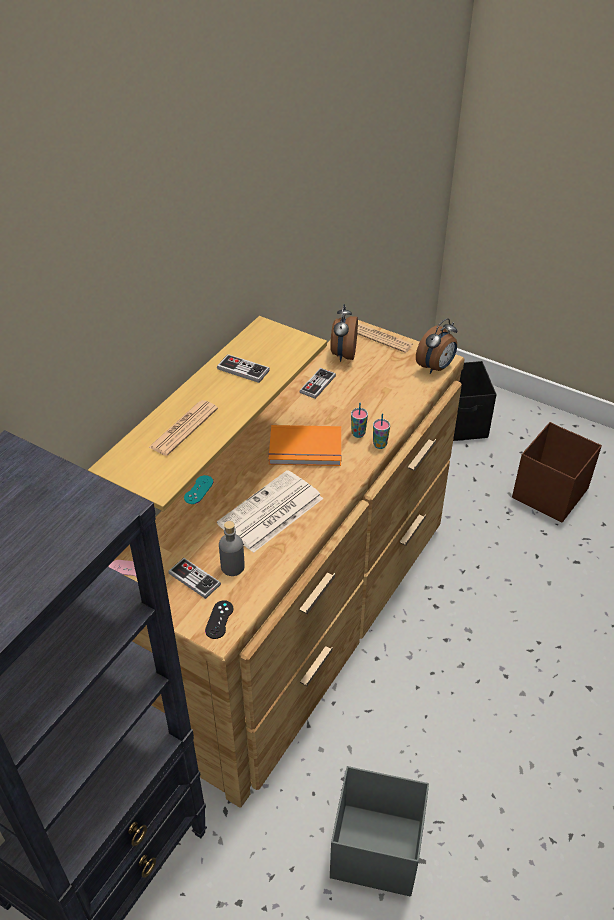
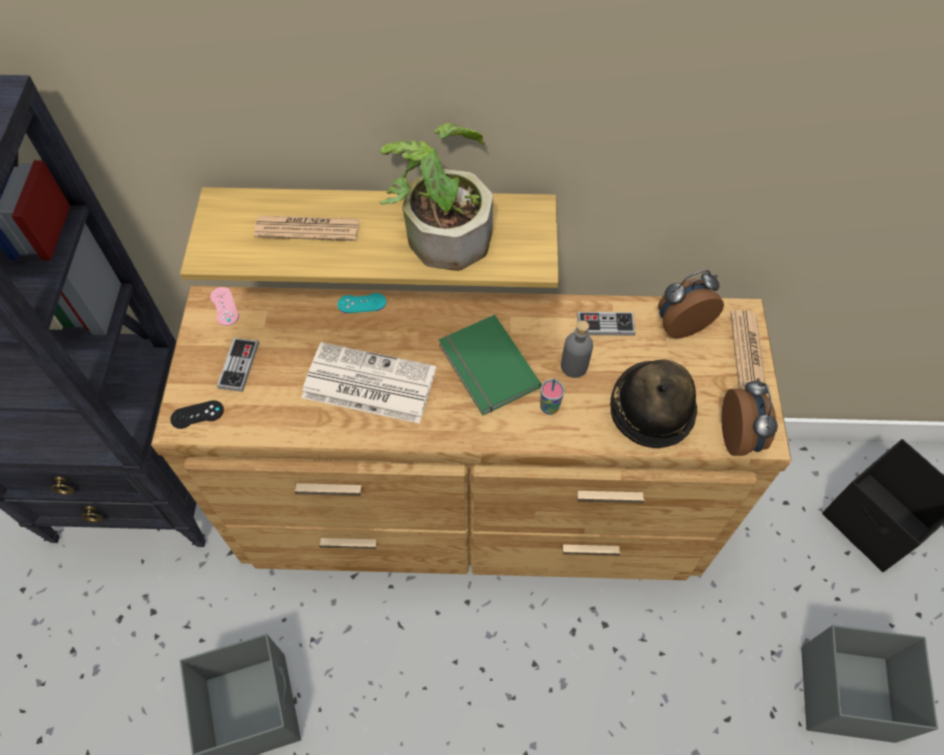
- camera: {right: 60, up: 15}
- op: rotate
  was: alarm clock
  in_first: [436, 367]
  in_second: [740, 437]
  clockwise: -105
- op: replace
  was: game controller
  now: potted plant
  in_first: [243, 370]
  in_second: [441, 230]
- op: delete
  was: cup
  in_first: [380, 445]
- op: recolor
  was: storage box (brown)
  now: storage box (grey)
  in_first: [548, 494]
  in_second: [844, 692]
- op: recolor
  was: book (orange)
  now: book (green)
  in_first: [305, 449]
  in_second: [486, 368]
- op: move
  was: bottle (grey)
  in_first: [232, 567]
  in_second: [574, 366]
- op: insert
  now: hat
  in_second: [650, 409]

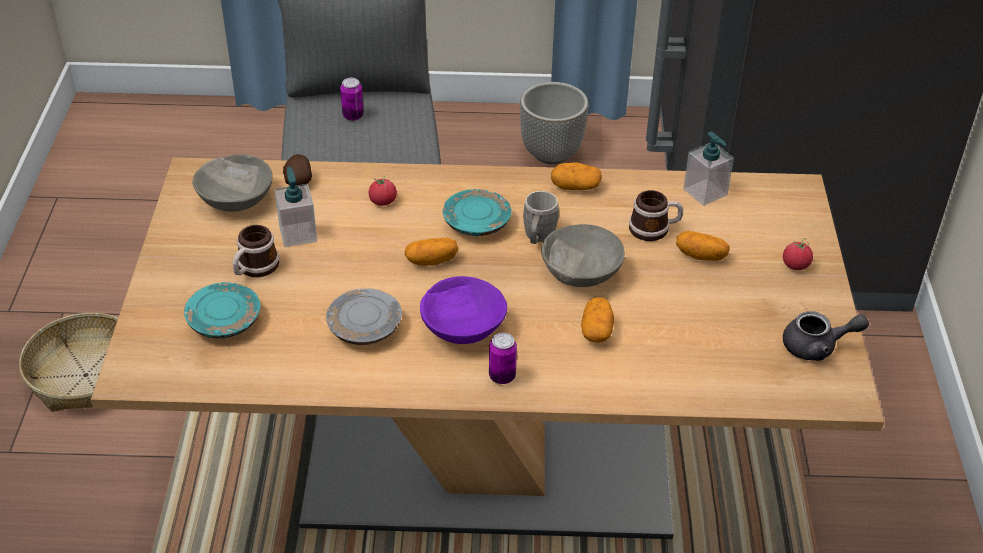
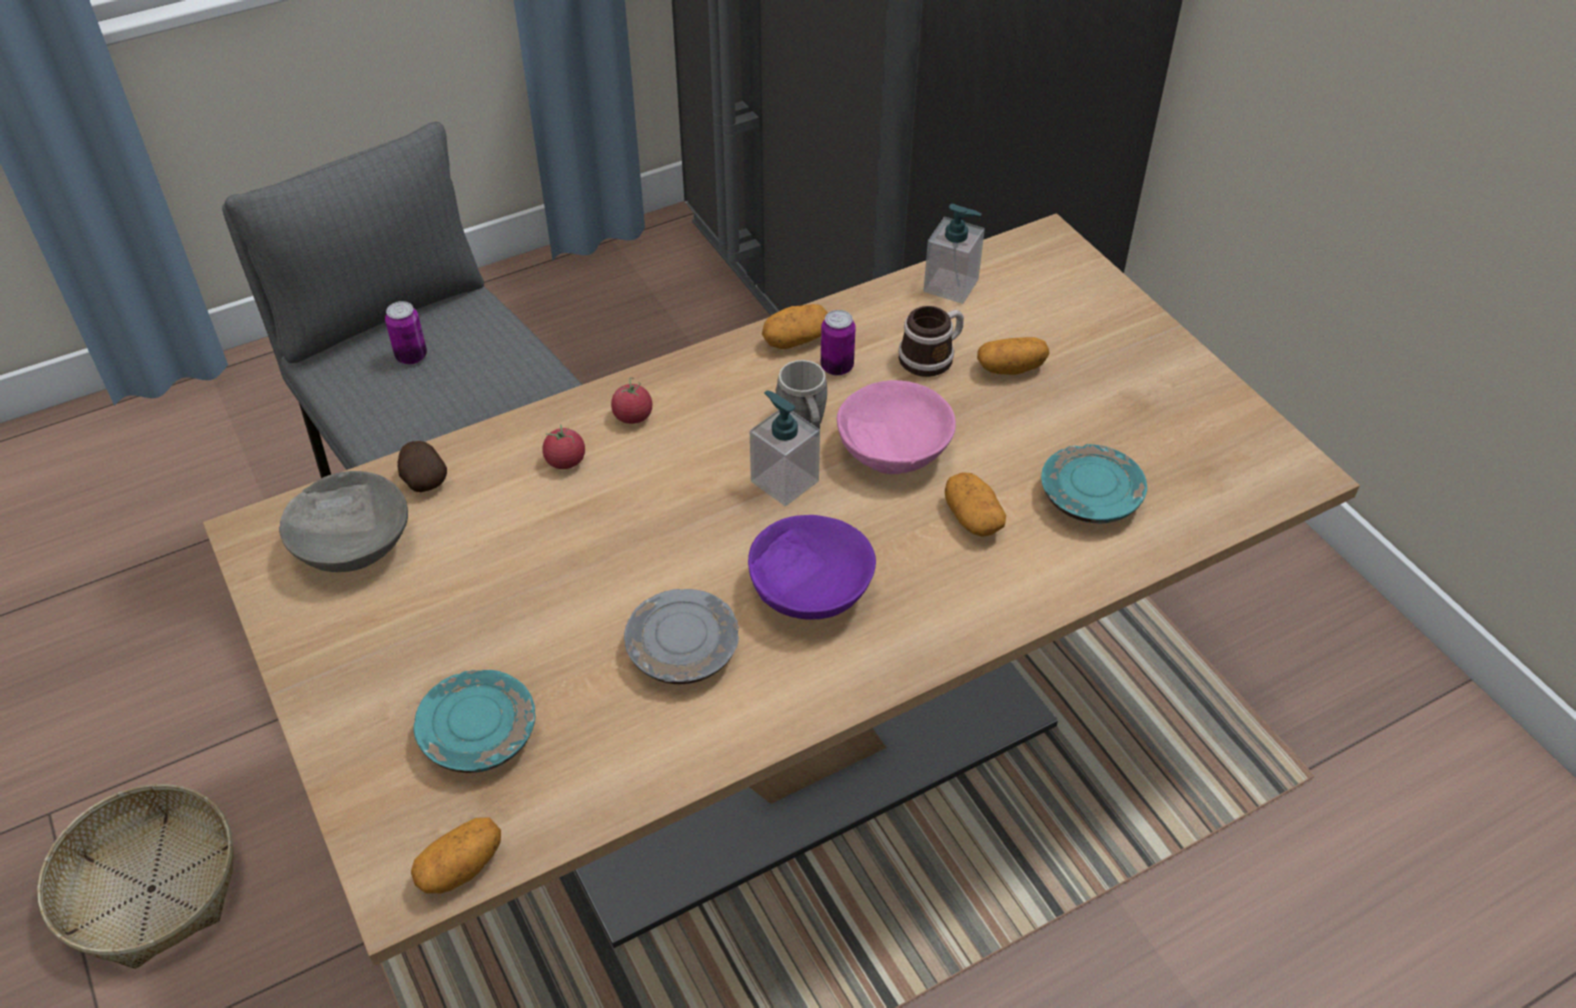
- camera: {right: -30, up: 5}
- op: delete
  was: planter
  in_first: [552, 153]
- op: move
  was: soap dispenser
  in_first: [298, 234]
  in_second: [784, 481]
- op: move
  was: plate (turquoise)
  in_first: [476, 222]
  in_second: [1089, 497]
- op: recolor
  was: bowl (grey)
  now: bowl (pink)
  in_first: [582, 273]
  in_second: [895, 451]
- op: delete
  was: mug
  in_first: [254, 268]
- op: move
  was: potato
  in_first: [431, 261]
  in_second: [461, 867]
- op: move
  was: tomato
  in_first: [795, 265]
  in_second: [633, 416]
- op: delete
  was: teapot (grey)
  in_first: [817, 347]
- op: move
  was: can
  in_first: [502, 376]
  in_second: [837, 367]

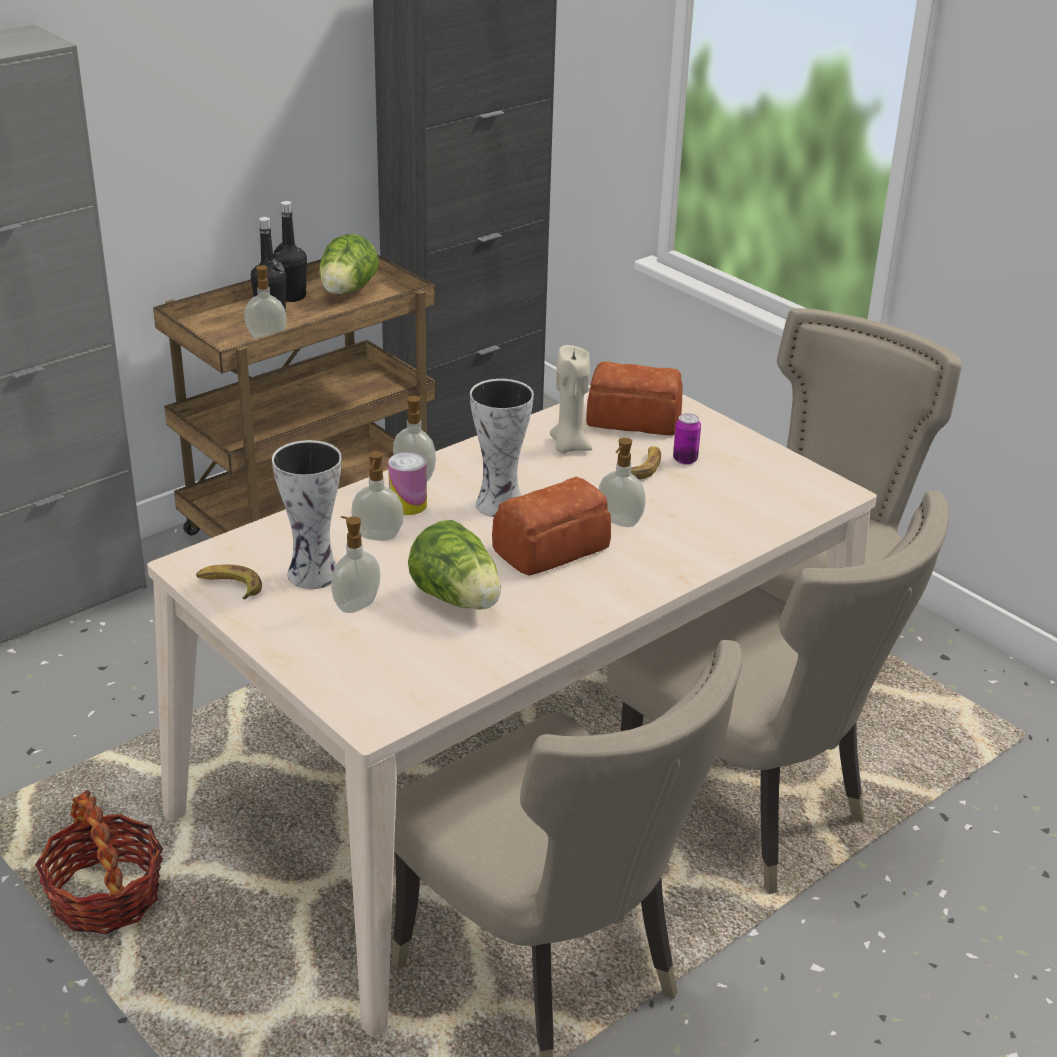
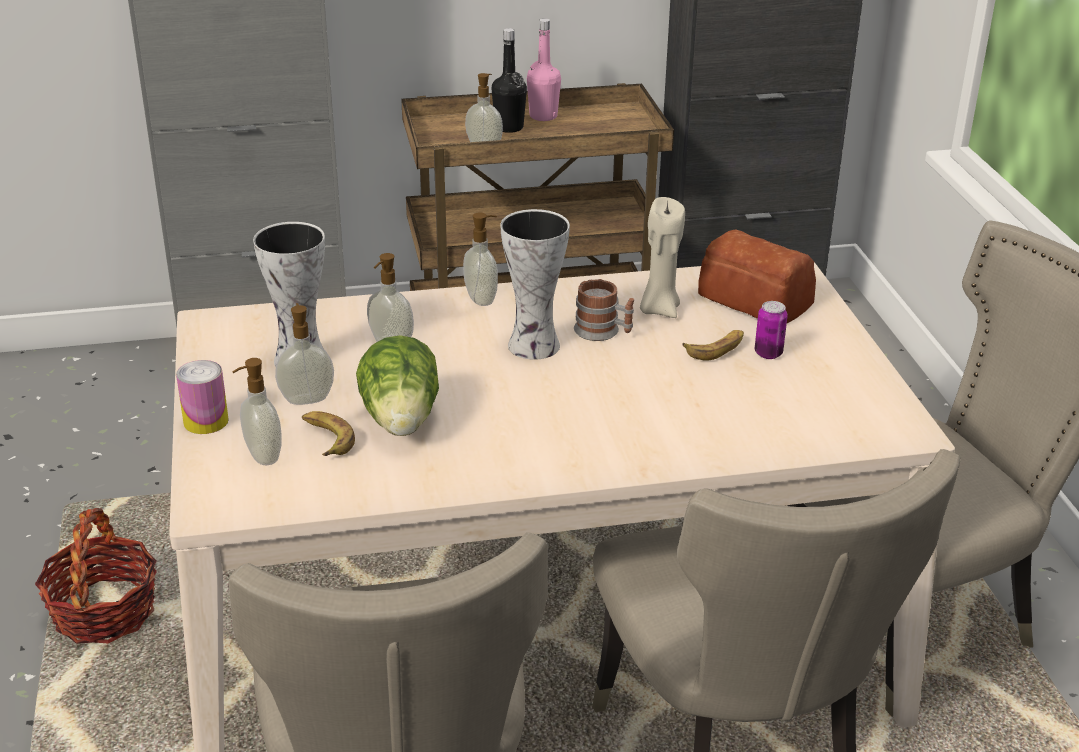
- camera: {right: 30, up: 0}
- op: recolor
  was: bottle (black)
  now: bottle (pink)
  in_first: [291, 296]
  in_second: [543, 116]
- op: delete
  was: lettuce
  in_first: [347, 292]
- op: move
  was: soap dispenser
  in_first: [619, 522]
  in_second: [262, 456]
- op: move
  was: can
  in_first: [408, 505]
  in_second: [206, 421]
- op: delete
  was: bread
  in_first: [554, 547]
- op: move
  was: banana
  in_first: [229, 586]
  in_second: [326, 438]
- op: insert
  now: mug
  in_second: [603, 332]

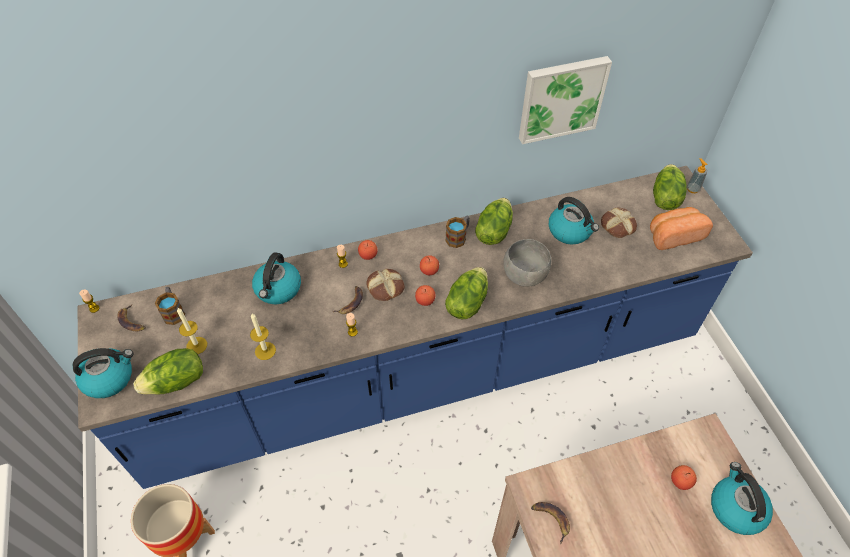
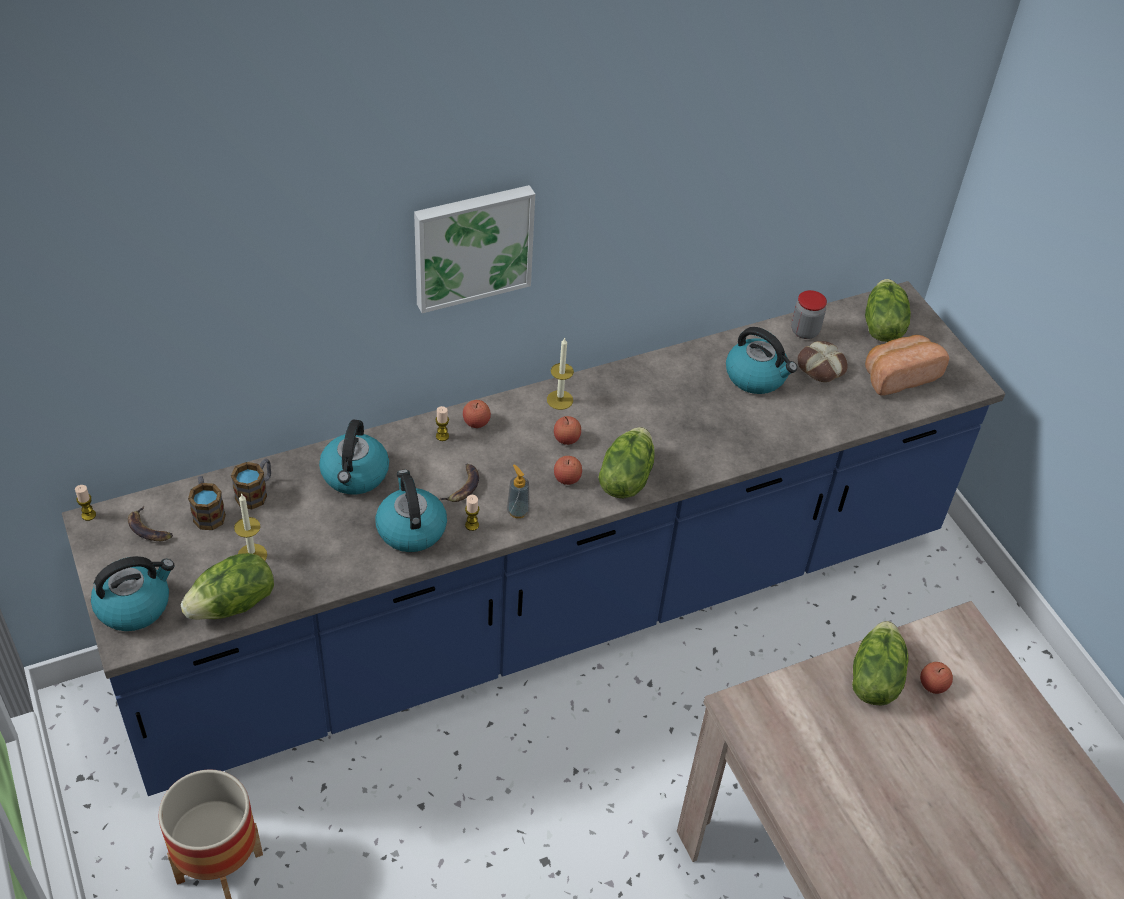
- camera: {right: -10, up: -5}
- op: move
  was: picture
  in_first: [561, 98]
  in_second: [472, 245]
- op: move
  was: soap dispenser
  in_first: [692, 189]
  in_second: [518, 511]
- op: move
  was: lettuce
  in_first: [493, 231]
  in_second: [873, 678]
- op: move
  was: mug
  in_first: [458, 237]
  in_second: [256, 492]
- op: delete
  was: bowl (grey)
  in_first: [524, 275]
- op: delete
  was: bread
  in_first: [385, 288]
- op: move
  was: candle
  in_first: [265, 351]
  in_second: [560, 400]
- op: move
  was: kettle
  in_first: [735, 508]
  in_second: [410, 528]
- op: delete
  was: banana
  in_first: [551, 519]
- op: insert
  now: jar
  in_second: [804, 331]

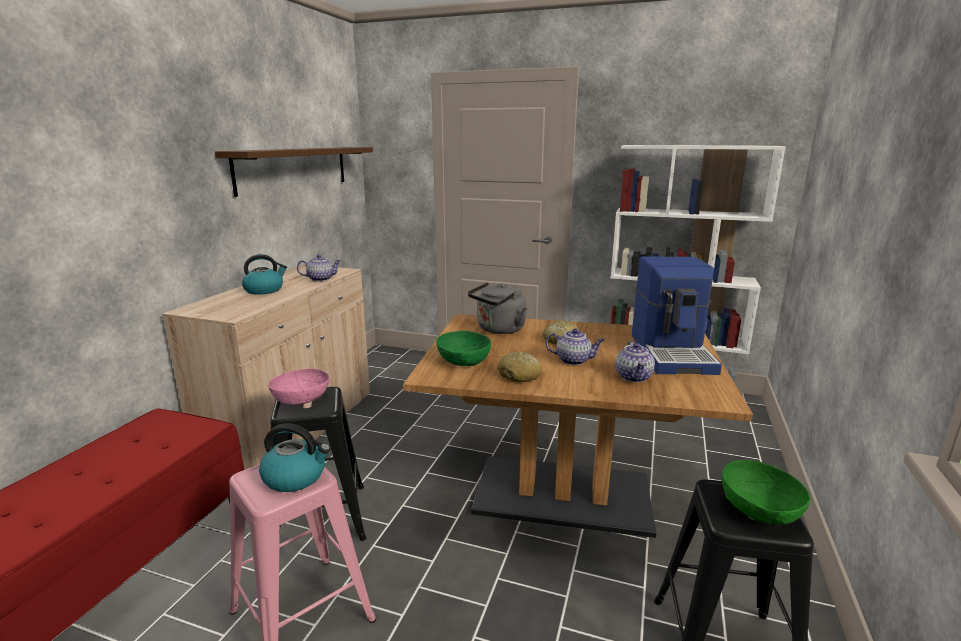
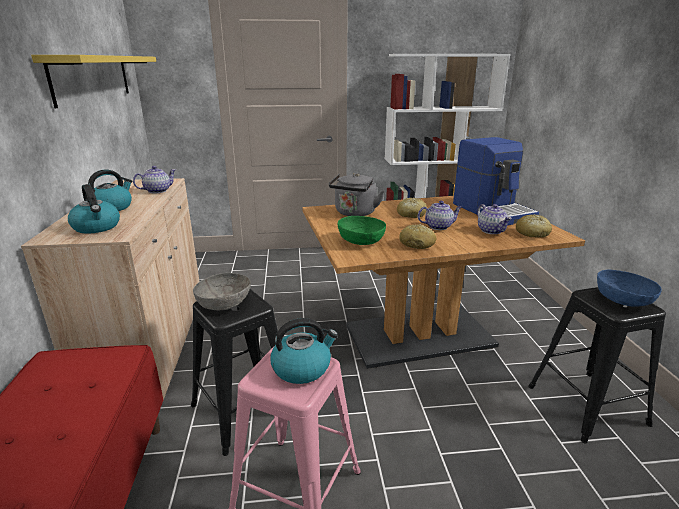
- camera: {right: -25, up: 5}
- op: recolor
  was: shelf (brown)
  now: shelf (yellow)
  in_first: [294, 168]
  in_second: [93, 78]
- op: recolor
  was: bowl (pink)
  now: bowl (grey)
  in_first: [301, 399]
  in_second: [224, 303]
- op: recolor
  was: bowl (green)
  now: bowl (blue)
  in_first: [759, 510]
  in_second: [623, 300]
- op: insert
  now: kettle
  in_second: [97, 227]
- op: insert
  now: bread
  in_second: [532, 233]

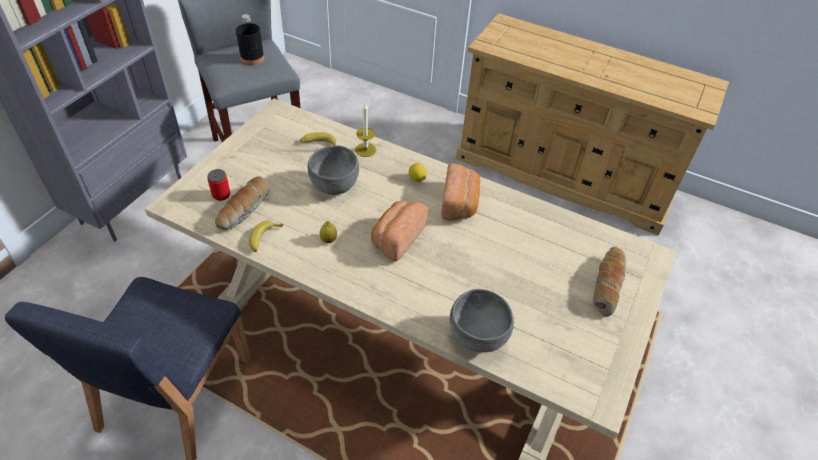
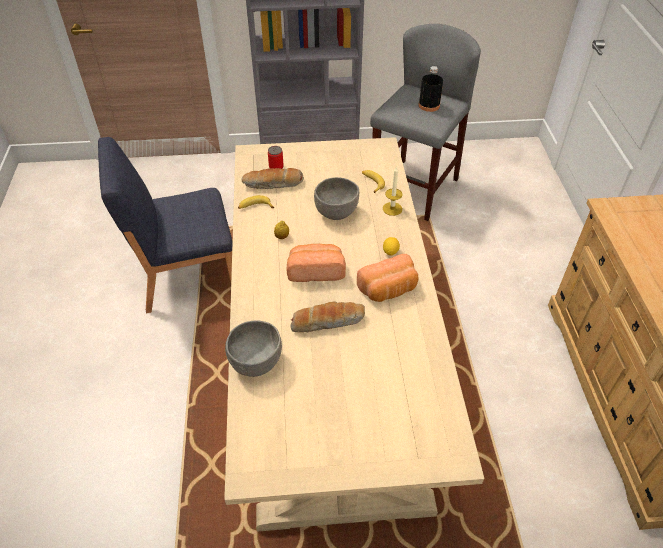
- camera: {right: 60, up: 0}
- op: move
  was: bread
  in_first: [606, 285]
  in_second: [327, 321]

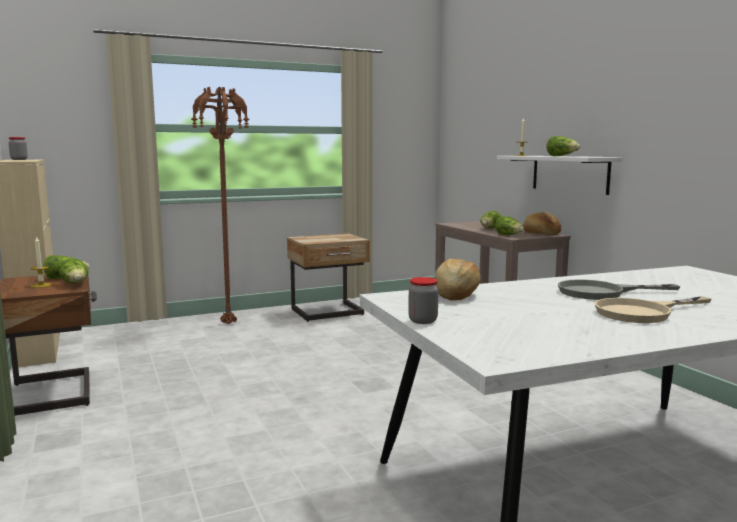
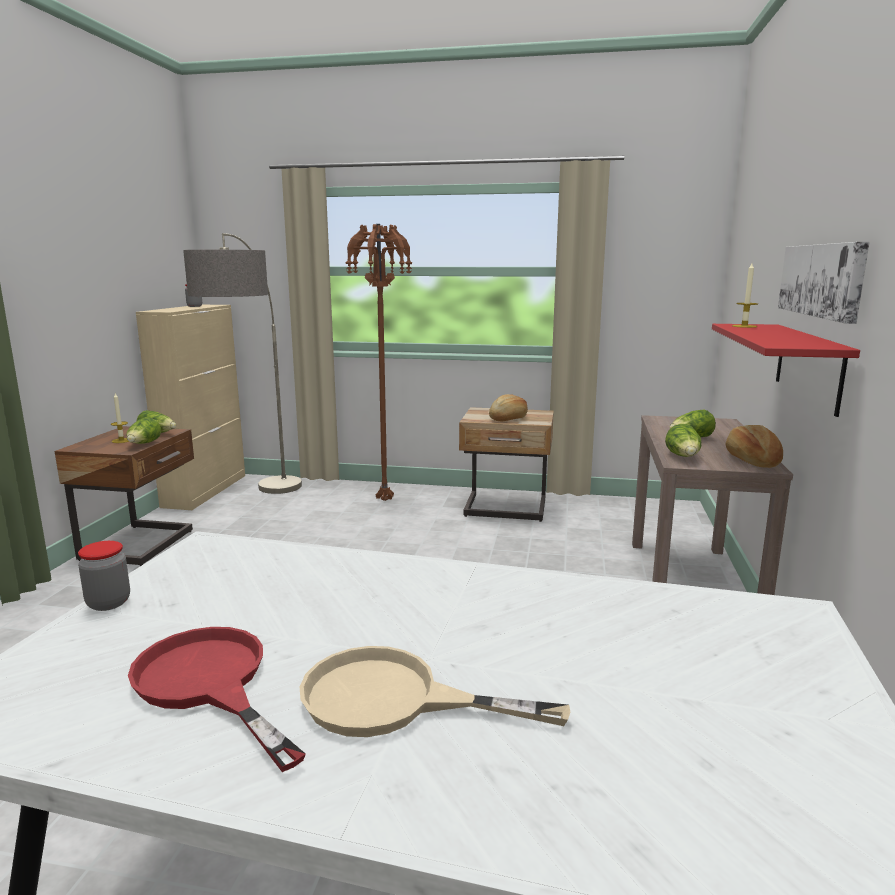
- camera: {right: 35, up: 5}
- op: delete
  was: lettuce
  in_first: [562, 156]
- op: recolor
  was: shelf (white)
  now: shelf (red)
  in_first: [569, 173]
  in_second: [808, 366]
- op: move
  was: bread
  in_first: [455, 295]
  in_second: [508, 418]
- op: delete
  was: frying pan (grey)
  in_first: [602, 292]
- op: insert
  now: floor lamp
  in_second: [259, 504]
- op: insert
  now: picture
  in_second: [821, 280]
- op: insert
  now: frying pan (red)
  in_second: [209, 684]

